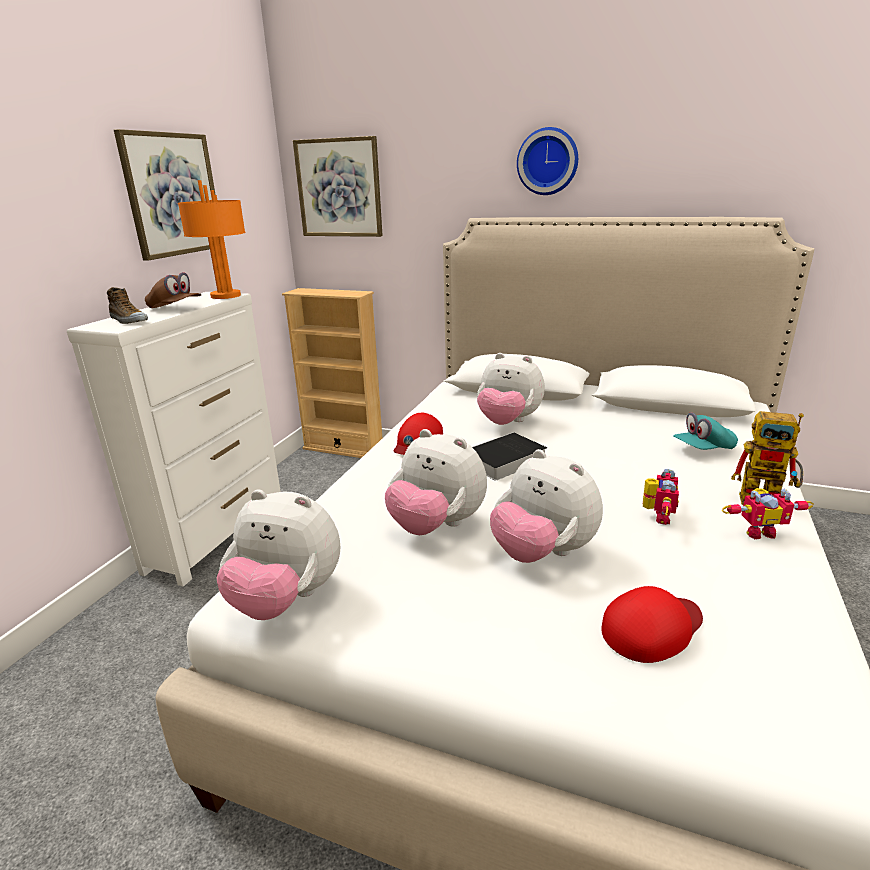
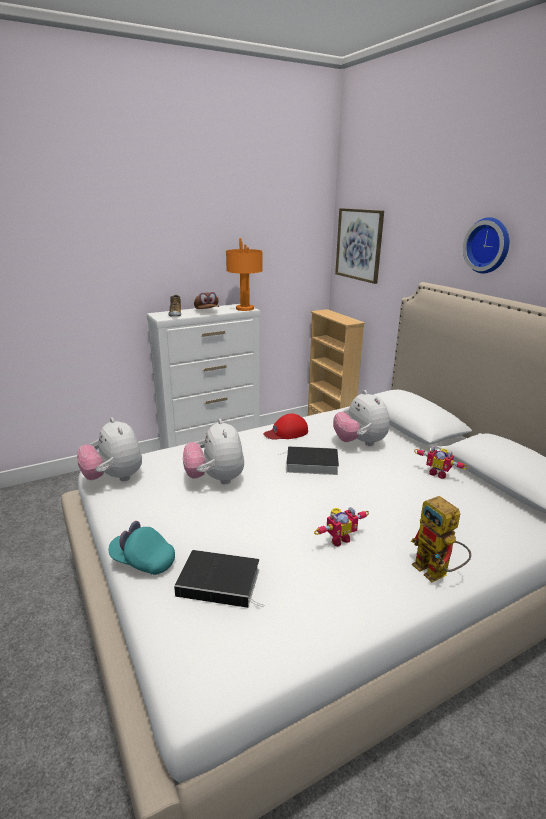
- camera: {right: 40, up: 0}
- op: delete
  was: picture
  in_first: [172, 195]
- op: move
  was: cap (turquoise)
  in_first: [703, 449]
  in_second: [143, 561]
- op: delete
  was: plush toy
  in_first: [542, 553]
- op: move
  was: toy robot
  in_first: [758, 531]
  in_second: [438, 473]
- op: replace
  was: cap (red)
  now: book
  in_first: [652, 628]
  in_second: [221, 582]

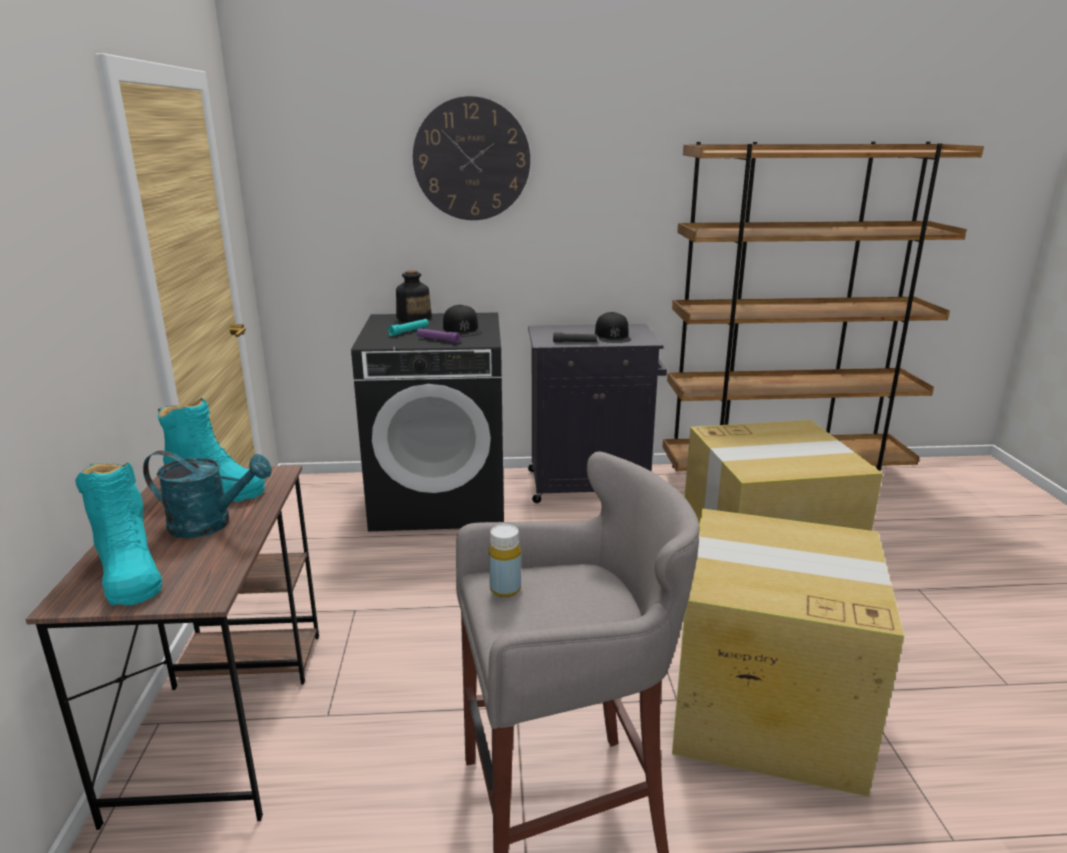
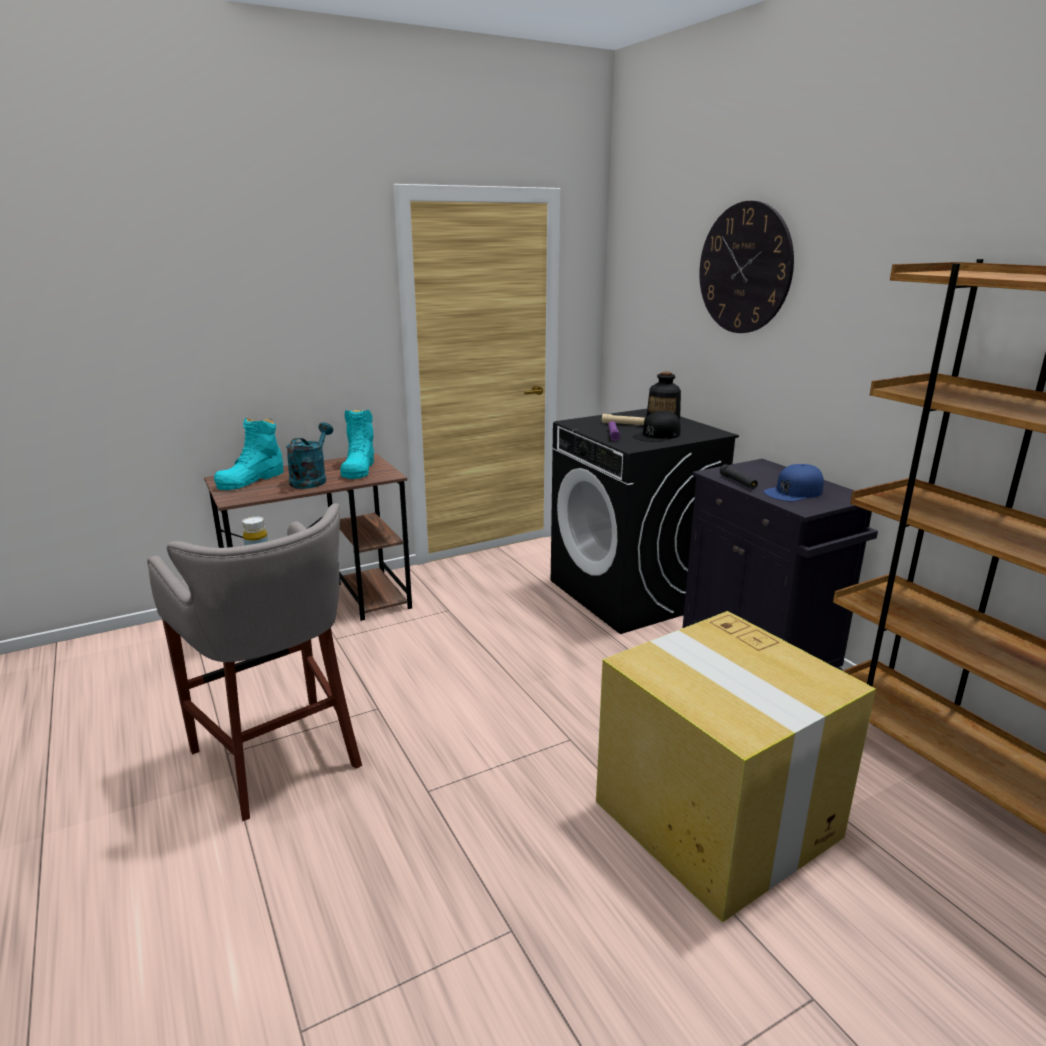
- camera: {right: 65, up: 0}
- op: recolor
  was: cap (black)
  now: cap (blue)
  in_first: [613, 336]
  in_second: [794, 492]
- op: recolor
  was: flashlight (turquoise)
  now: flashlight (beige)
  in_first: [409, 331]
  in_second: [623, 424]
- op: rotate
  was: watering can (turquoise)
  in_first: [211, 524]
  in_second: [311, 480]
  clockwise: -150
- op: delete
  was: cardboard box
  in_first: [764, 708]

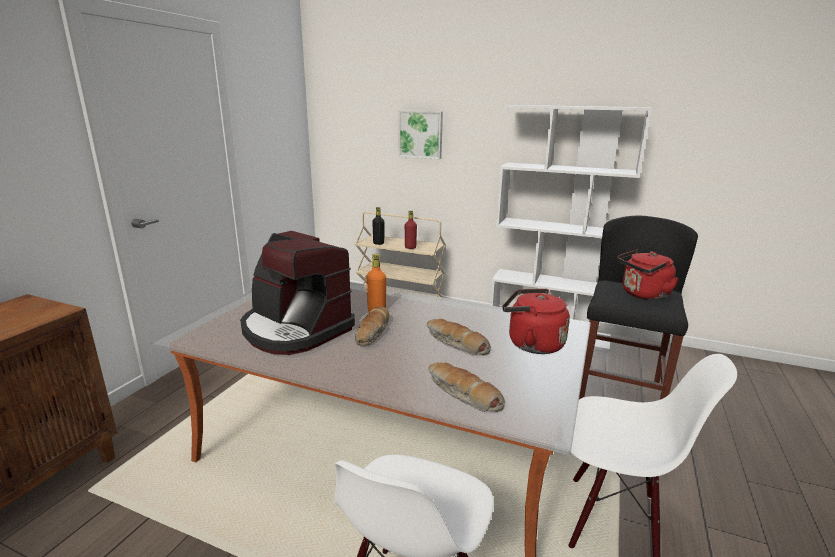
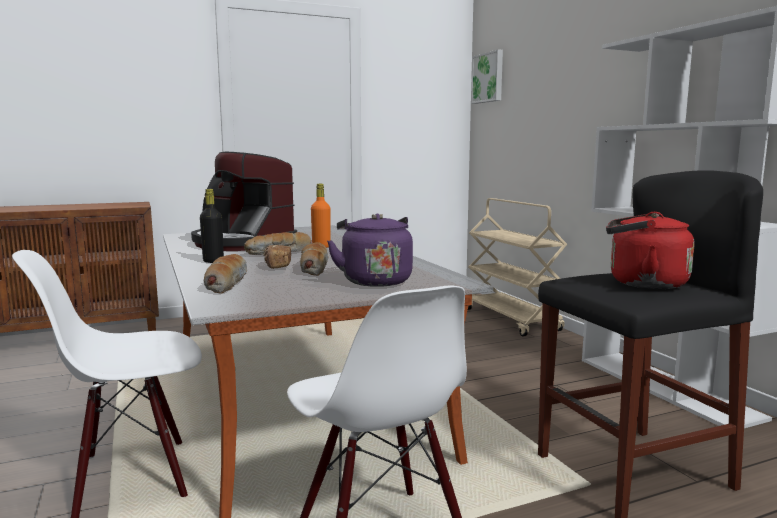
- camera: {right: 45, up: -10}
- op: move
  was: picture
  in_first: [421, 134]
  in_second: [488, 78]
- op: move
  was: bottle (black)
  in_first: [378, 243]
  in_second: [213, 261]
- op: delete
  was: bottle (red)
  in_first: [410, 247]
- op: rotate
  was: coffee machine
  in_first: [295, 329]
  in_second: [241, 243]
  clockwise: -45
- op: recolor
  was: kettle (red)
  now: kettle (purple)
  in_first: [531, 344]
  in_second: [374, 280]
- op: insert
  now: bread
  in_second: [277, 266]

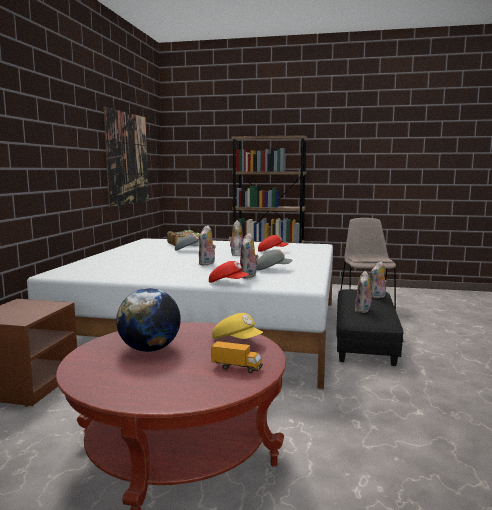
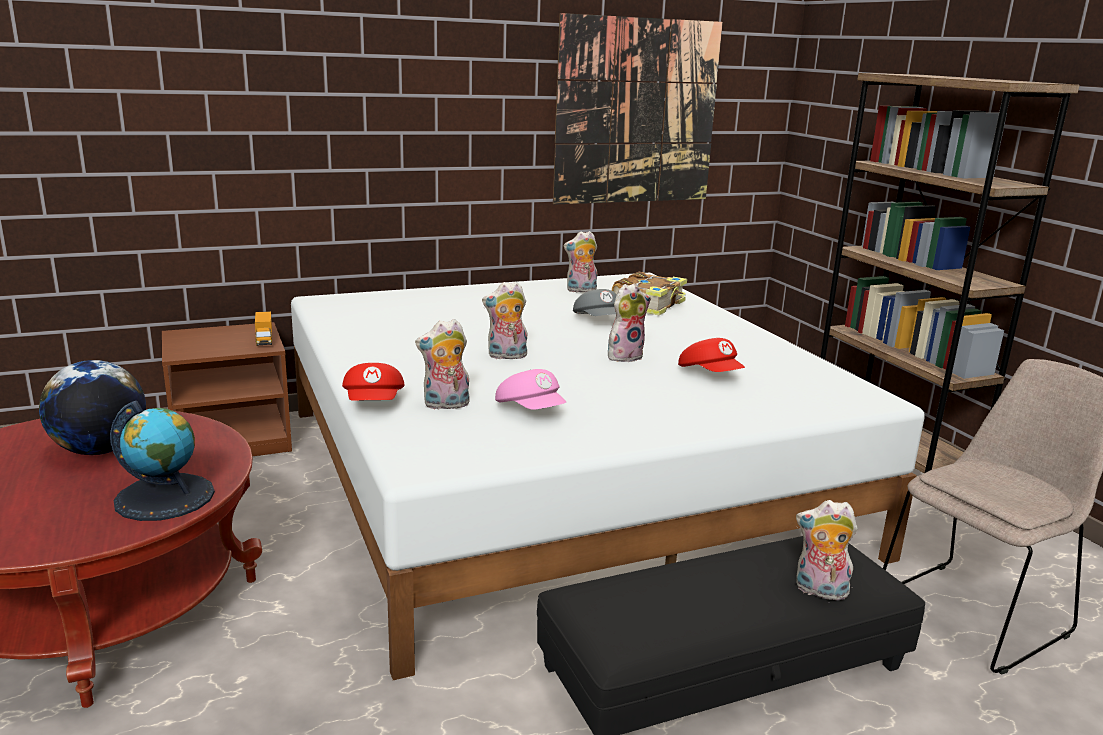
- camera: {right: 55, up: 10}
- op: recolor
  was: cap (grey)
  now: cap (pink)
  in_first: [272, 269]
  in_second: [531, 410]
- op: move
  was: plush toy
  in_first: [363, 310]
  in_second: [581, 290]
- op: replace
  was: cap (yellow)
  now: globe
  in_first: [237, 341]
  in_second: [165, 497]
- op: move
  was: toy truck
  in_first: [237, 368]
  in_second: [264, 340]

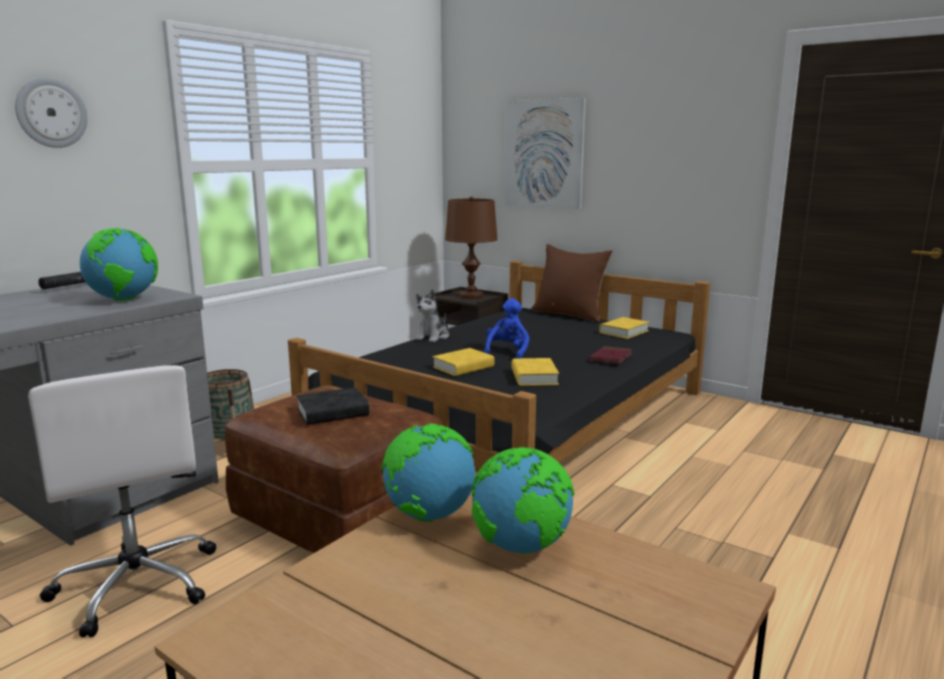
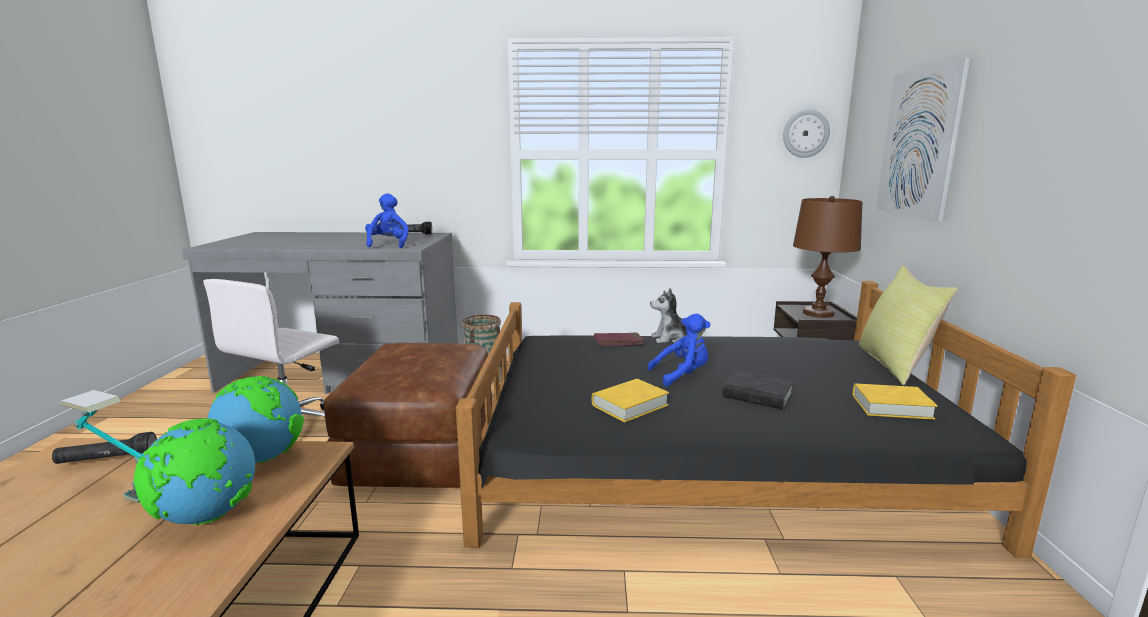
- camera: {right: 55, up: 0}
- op: move
  was: wall clock
  in_first: [51, 113]
  in_second: [805, 133]
- op: replace
  was: globe
  now: plush toy (blue)
  in_first: [124, 299]
  in_second: [388, 245]
- op: recolor
  was: pillow (brown)
  now: pillow (yellow)
  in_first: [570, 314]
  in_second: [895, 365]
- op: move
  was: book (red)
  in_first: [611, 358]
  in_second: [618, 342]
- op: delete
  was: book (yellow)
  in_first: [463, 367]
- op: move
  was: book (black)
  in_first: [332, 412]
  in_second: [757, 395]
- op: insert
  now: table lamp
  in_second: [119, 487]
- op: insert
  now: flashlight (black)
  in_second: [107, 460]

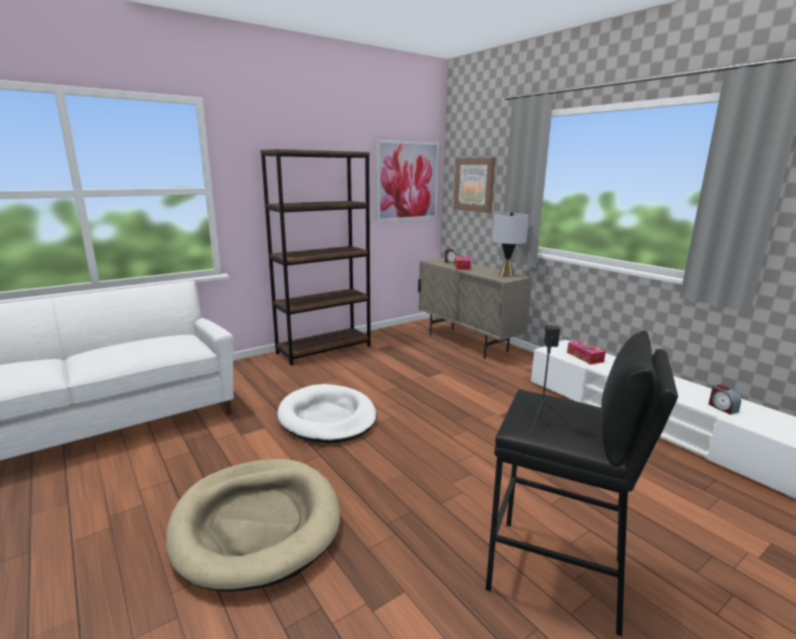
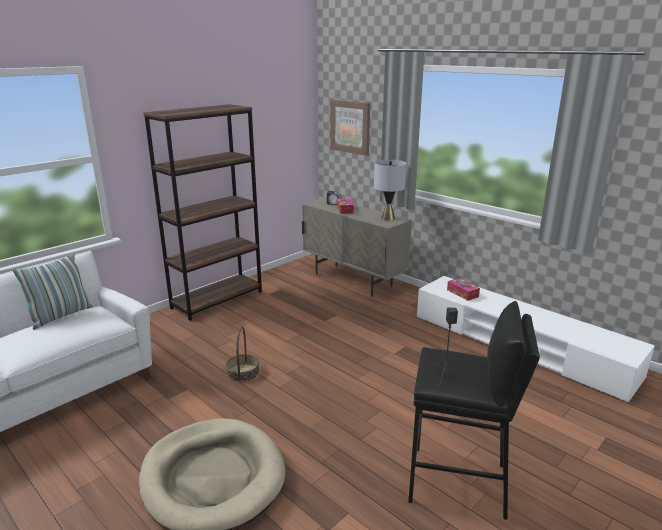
- camera: {right: -10, up: 5}
- op: delete
  was: picture
  in_first: [408, 181]
- op: replace
  was: dog bed (white)
  now: basket
  in_first: [327, 418]
  in_second: [243, 372]
- op: delete
  was: alarm clock
  in_first: [722, 408]
- op: insert
  now: pillow
  in_second: [61, 316]

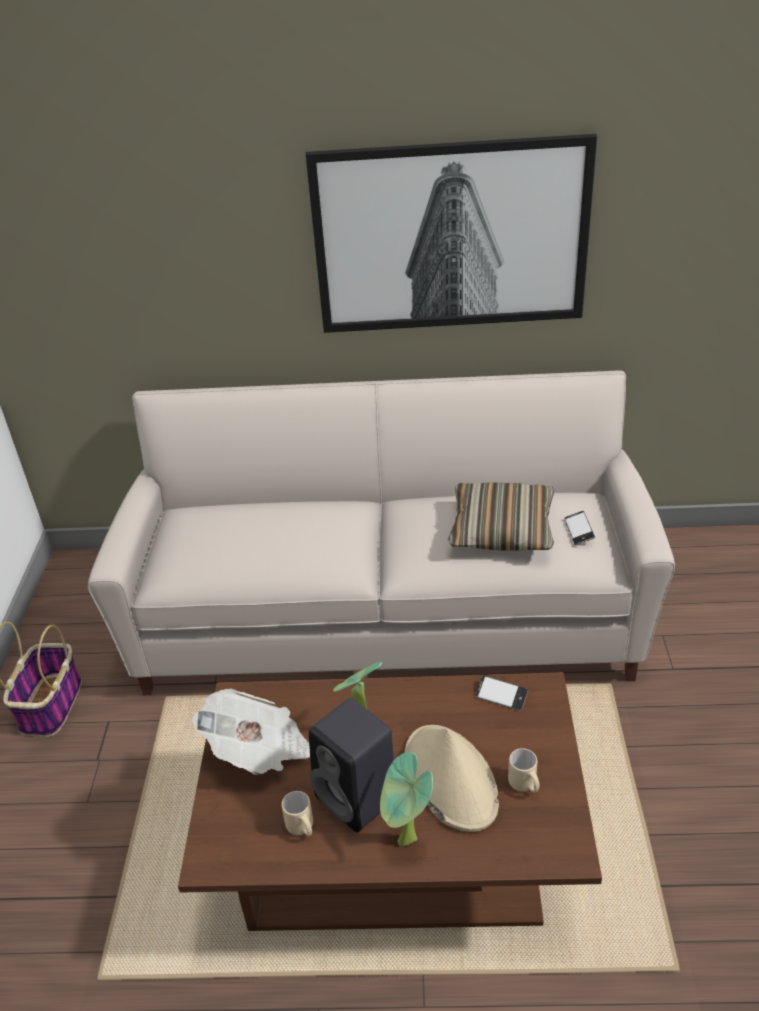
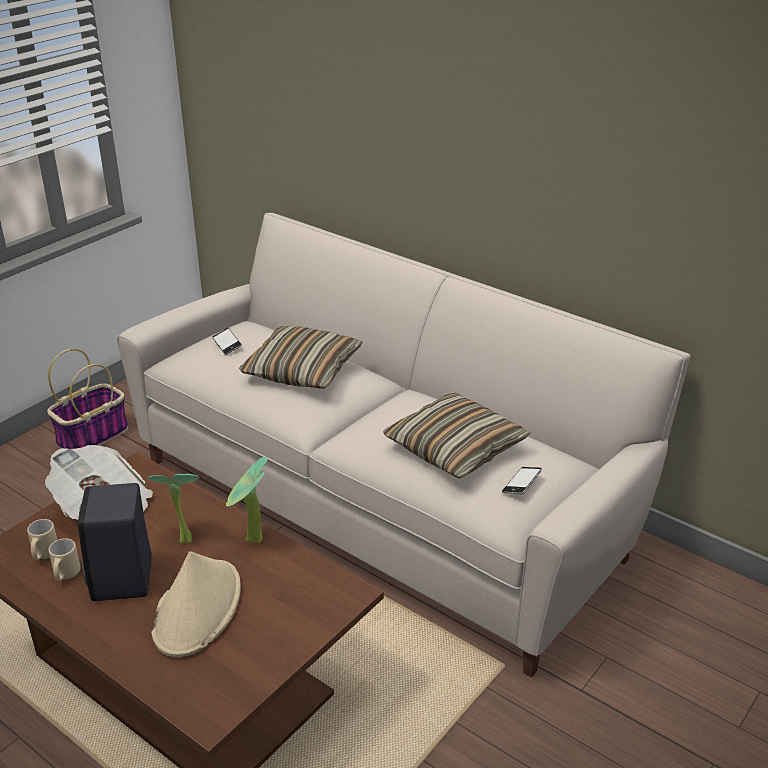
- camera: {right: 35, up: -5}
- op: delete
  was: picture
  in_first: [451, 236]
- op: move
  was: phone
  in_first: [501, 696]
  in_second: [227, 344]
- op: move
  was: mug (beige)
  in_first: [525, 785]
  in_second: [44, 555]
- op: move
  was: potted plant
  in_first: [407, 844]
  in_second: [251, 542]
- op: insert
  now: pillow
  in_second: [302, 370]

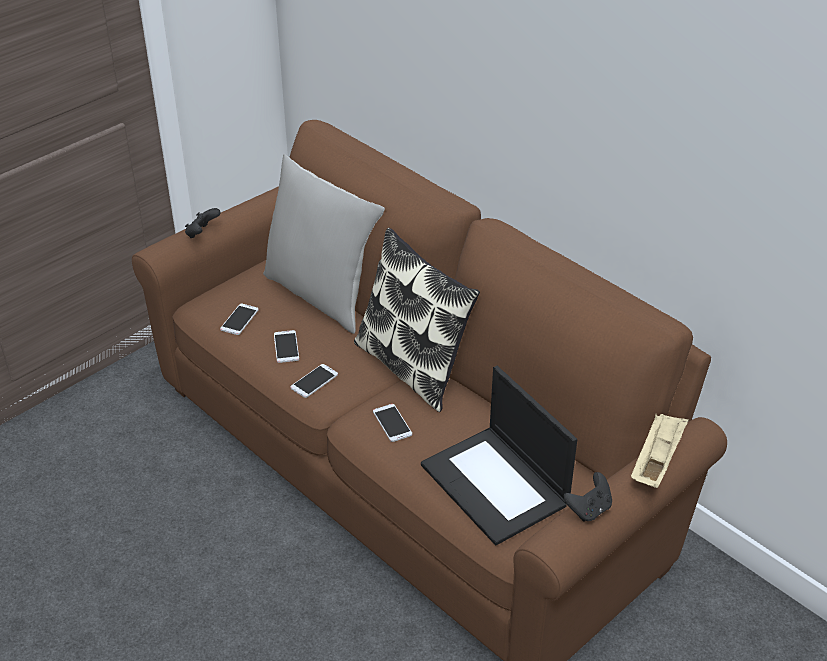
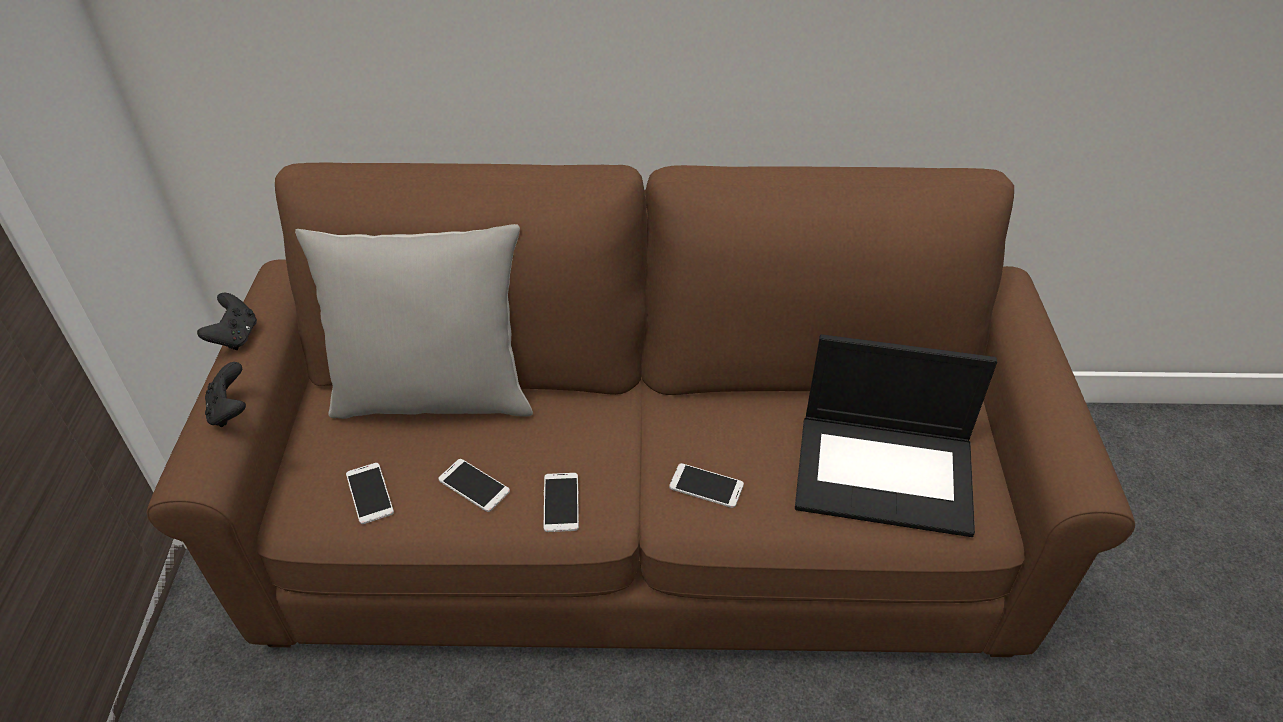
- camera: {right: -45, up: 5}
- op: delete
  was: pillow
  in_first: [413, 367]
- op: delete
  was: tray (beige)
  in_first: [656, 460]
- op: move
  was: game controller (black)
  in_first: [589, 509]
  in_second: [235, 337]

